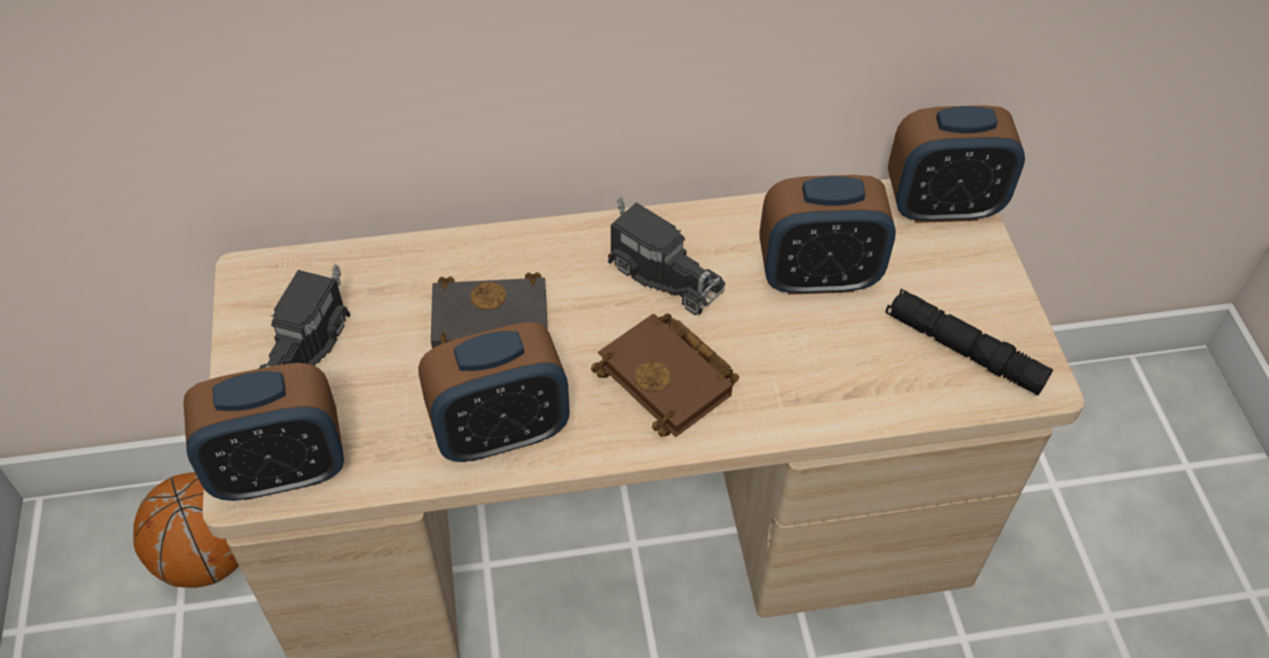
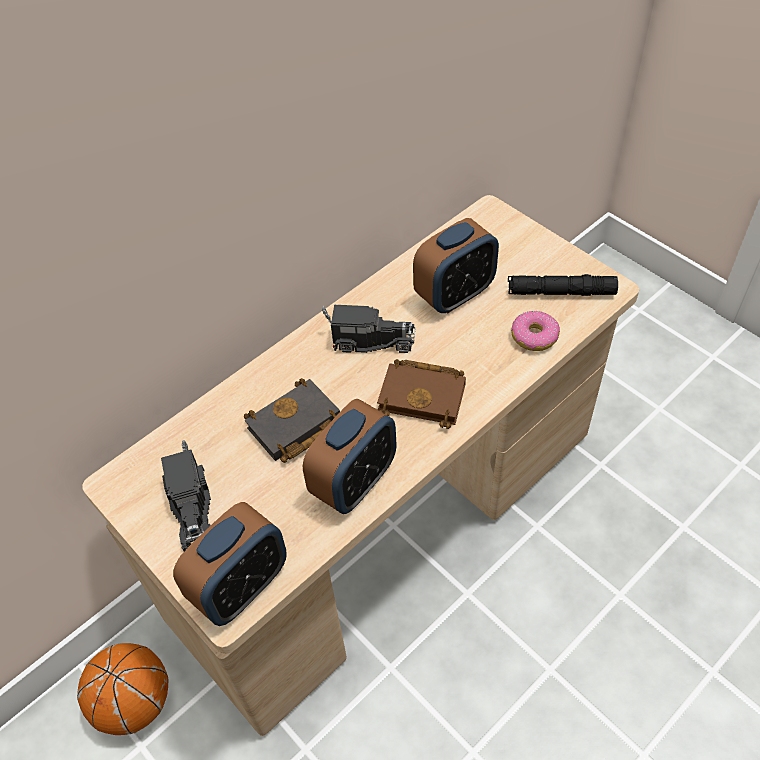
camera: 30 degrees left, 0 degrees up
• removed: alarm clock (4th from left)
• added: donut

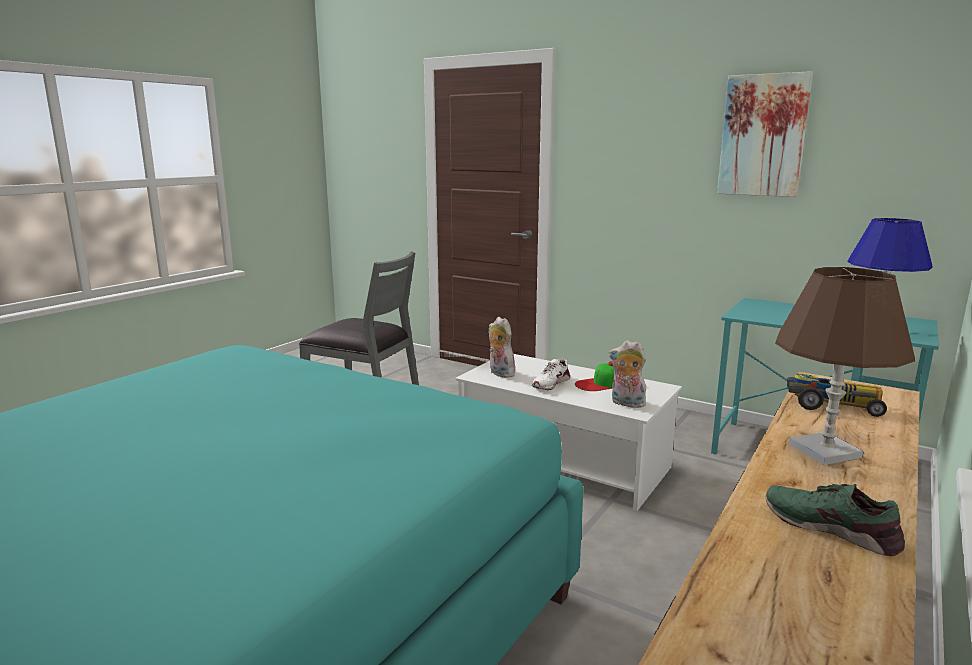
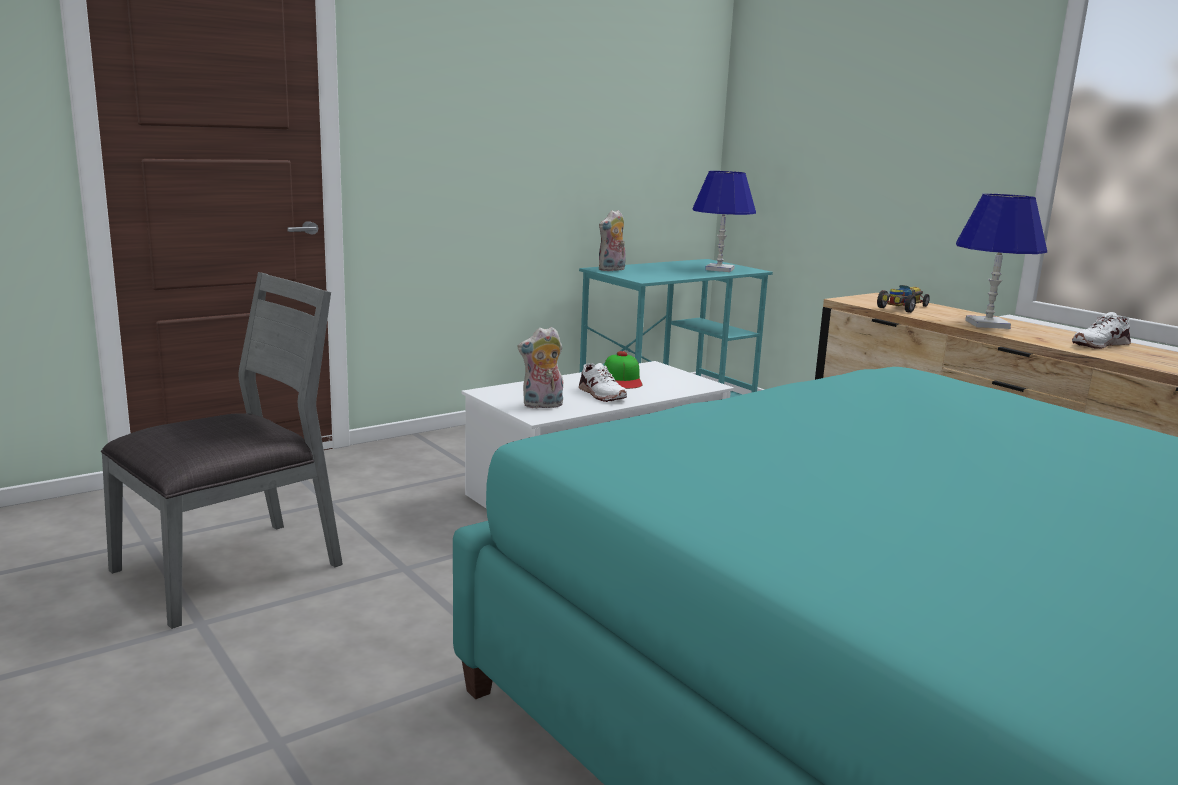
camera: 70 degrees left, 0 degrees up
• removed: picture
• recoloured: brown table lamp to blue table lamp (2nd from left)
• moved: plush toy (2nd from left)
• recoloured: green shoe to white shoe (2nd from left)

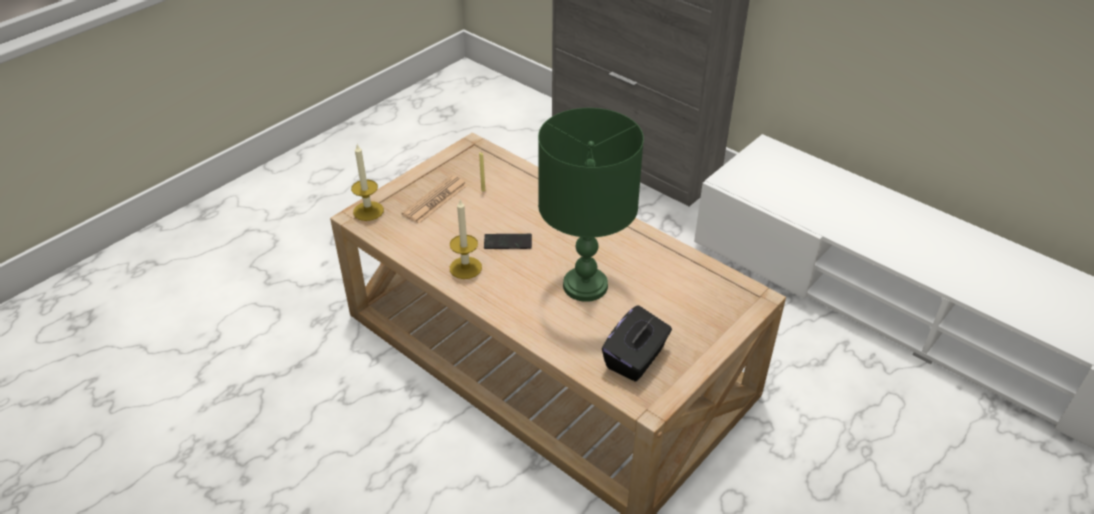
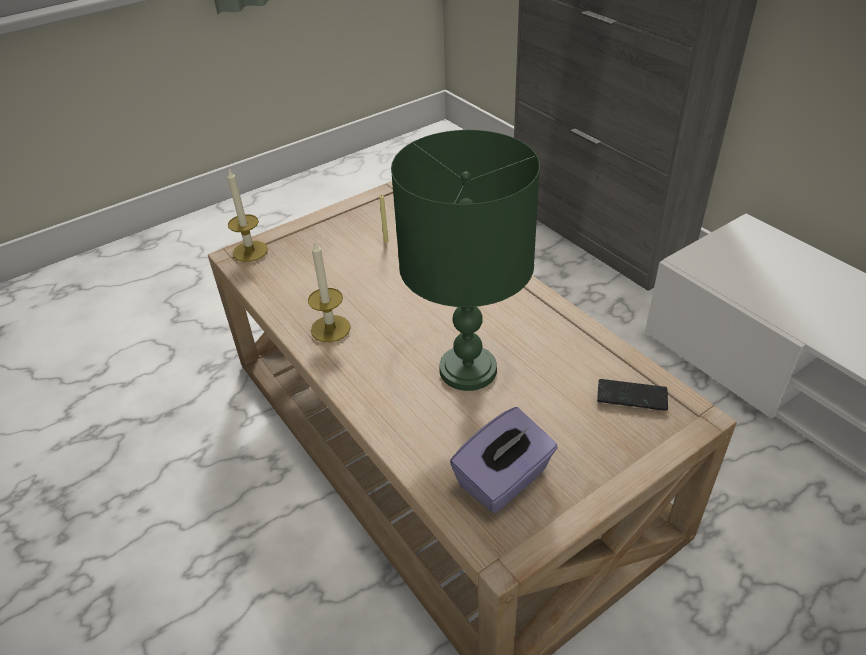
camera: 15 degrees right, 0 degrees up
• removed: newspaper
• moved: phone
• recoloured: black tissue box to purple tissue box

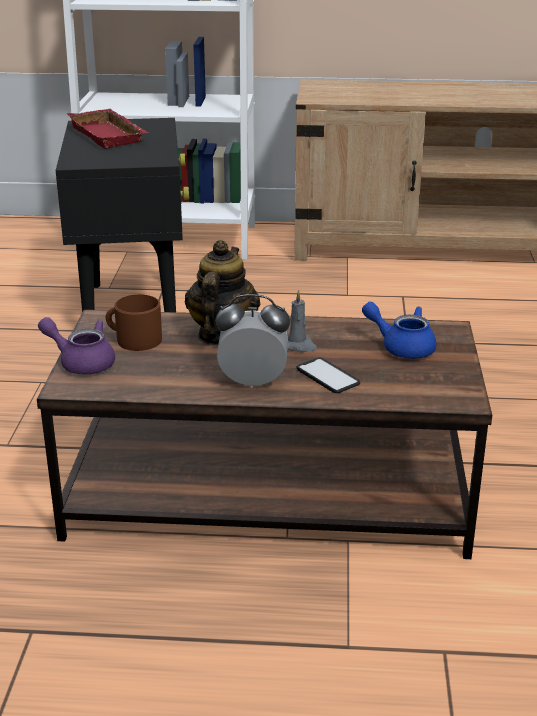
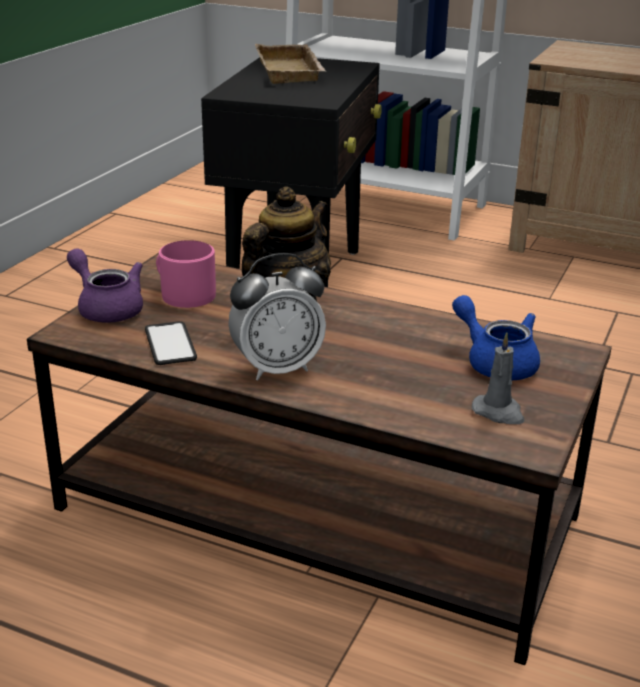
camera: 20 degrees right, 0 degrees up
• recoloured: red tray to beige tray
• moved: grey candle
• recoloured: brown mug to pink mug
• turned: alarm clock 135 degrees clockwise
• moved: phone

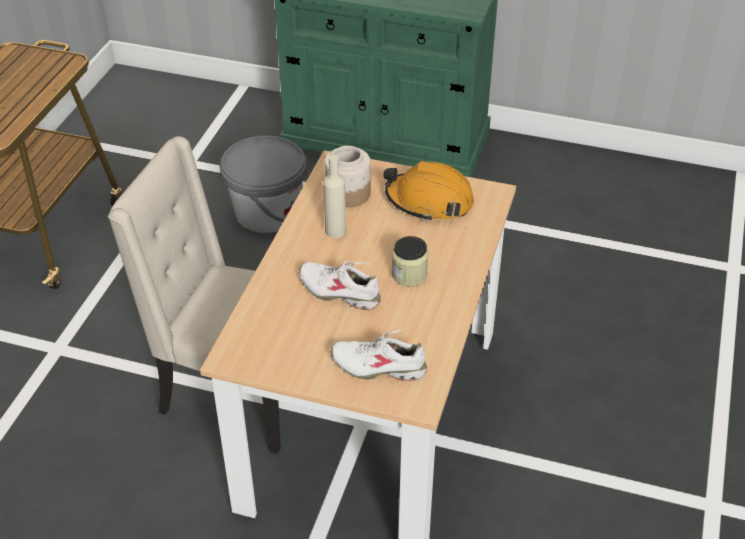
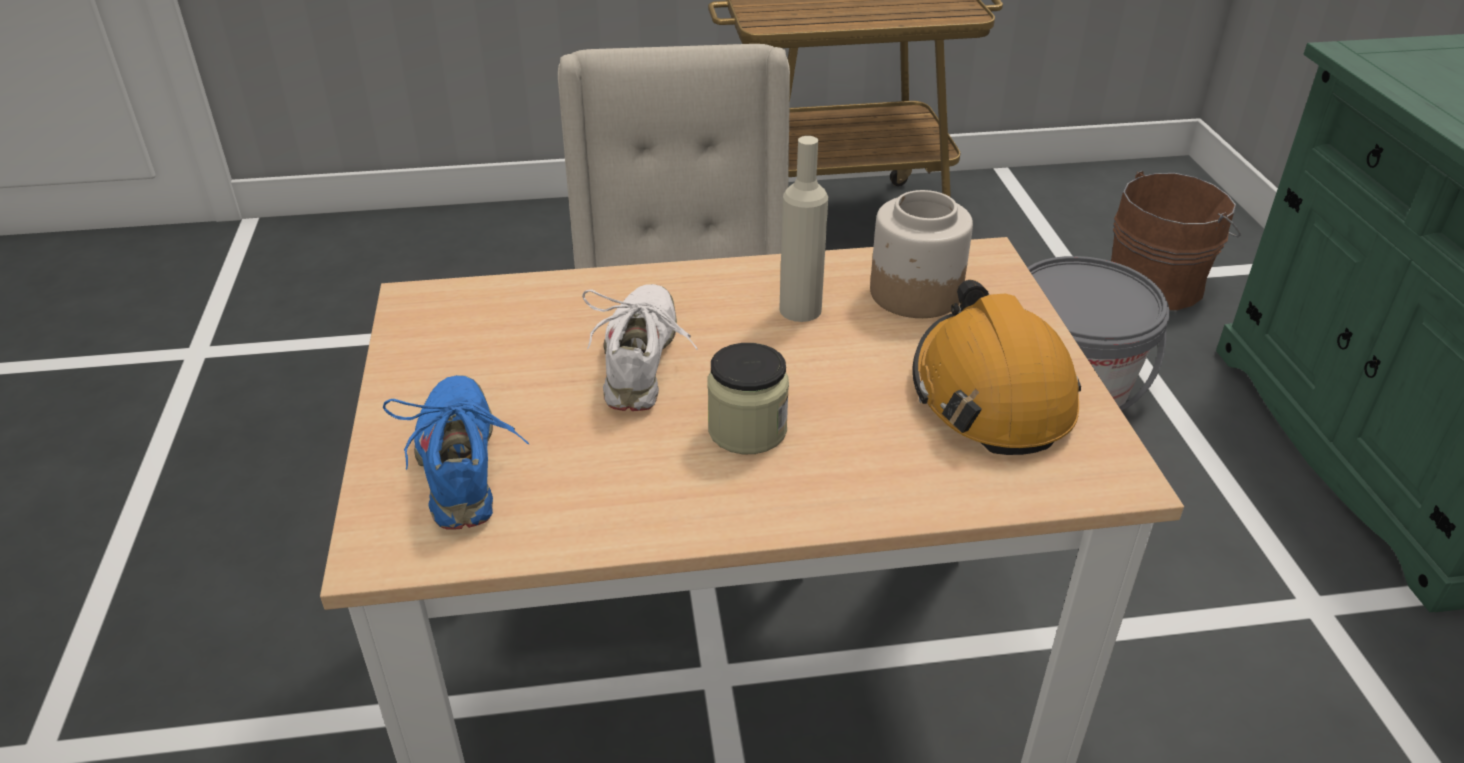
camera: 65 degrees right, 5 degrees down
• recoloured: white shoe (2nd from left) to blue shoe
• added: brown bucket

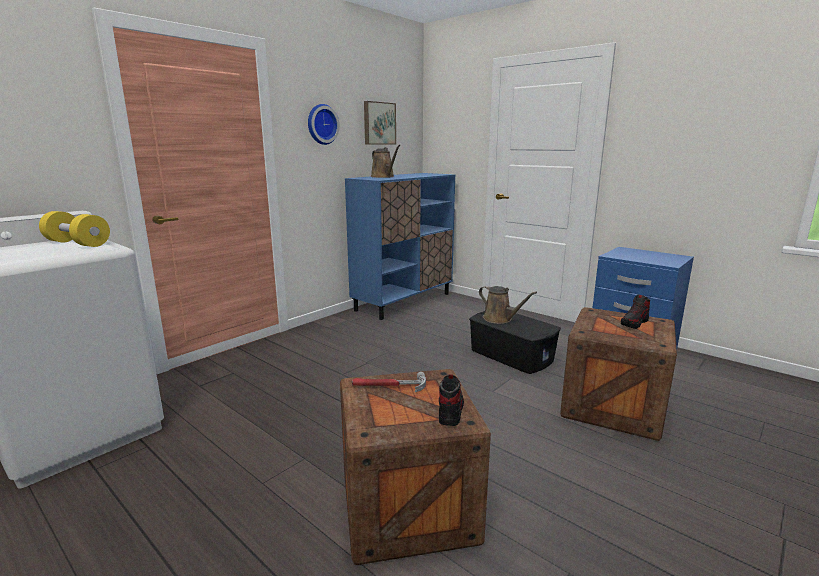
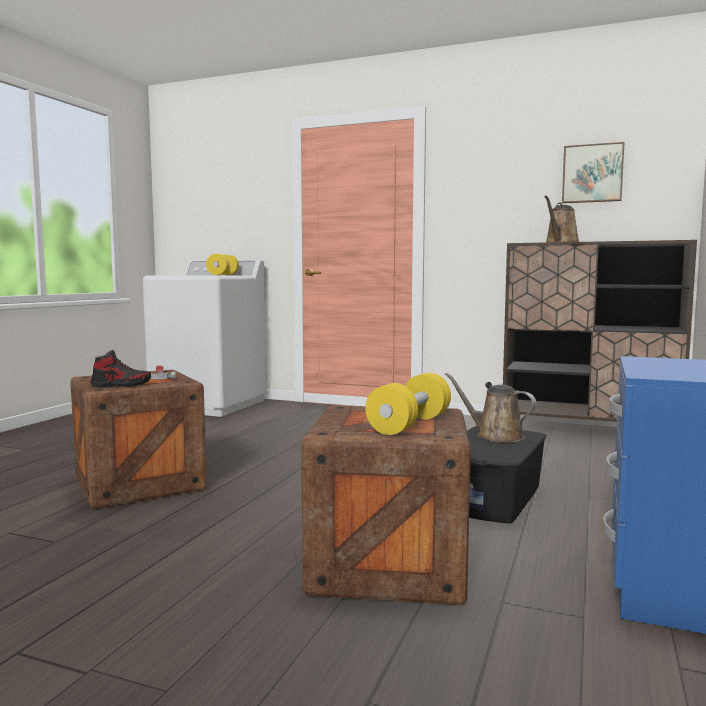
camera: 70 degrees right, 10 degrees down
• removed: wall clock
• recoloured: blue cabinet to brown cabinet
• turned: brown watering can (2nd from left in the first image) 105 degrees clockwise
• replaced: shoe (2nd from left) to yellow dumbbell (2nd from left)

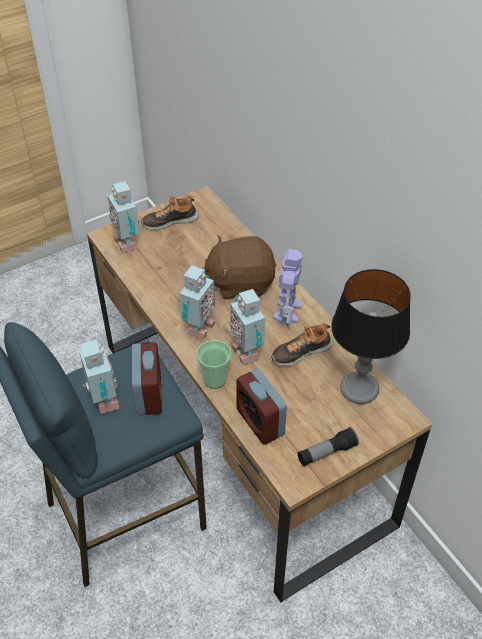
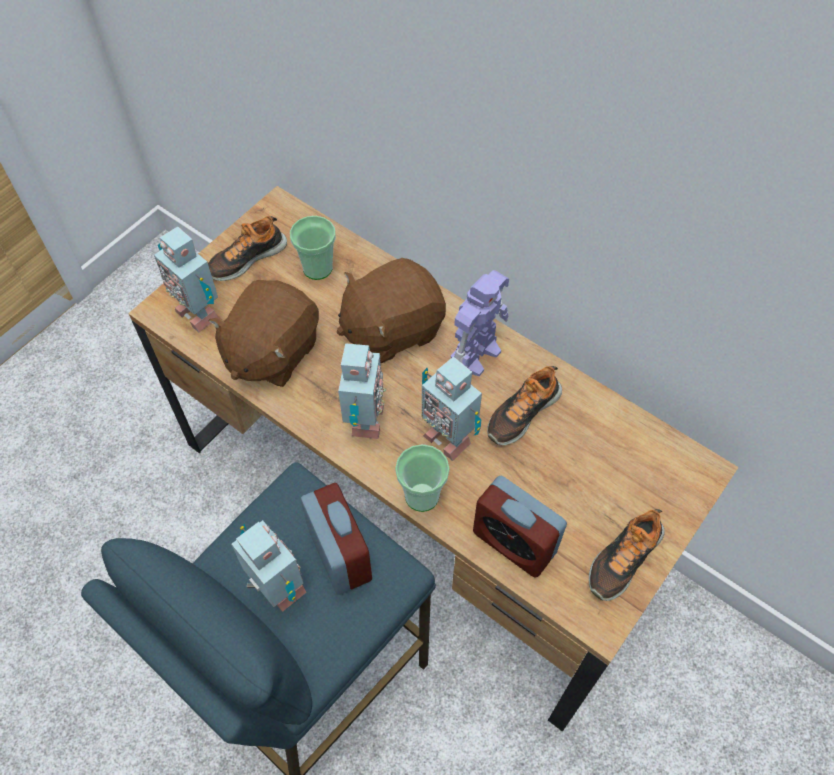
camera: 20 degrees left, 10 degrees up
• turned: toy robot (5th from left) 45 degrees clockwise
• removed: table lamp
• replaced: flashlight to shoe (3rd from left)
• added: cup (1st from left)
• added: brown plush toy (1st from left)

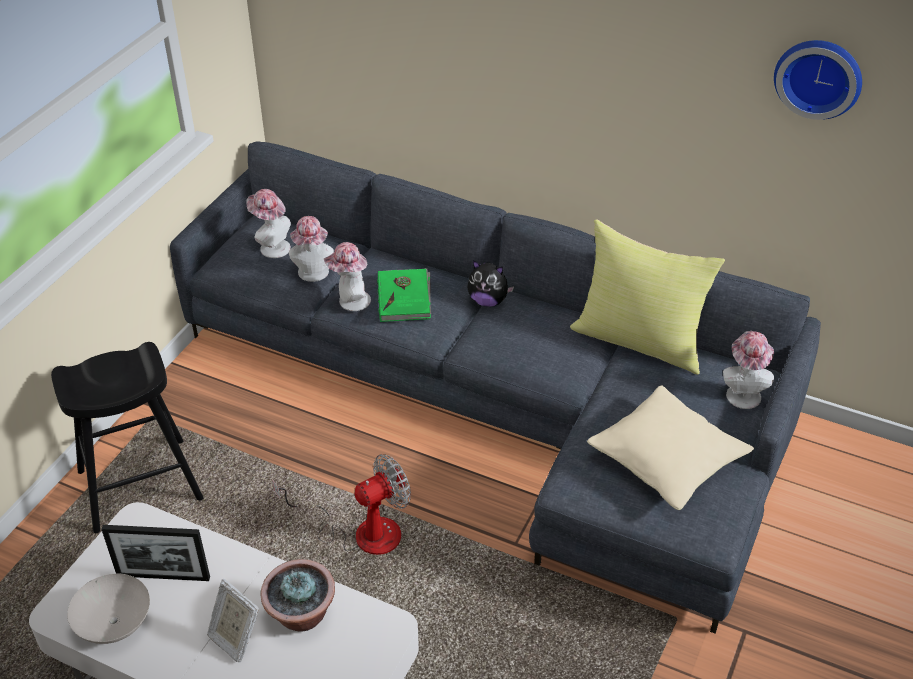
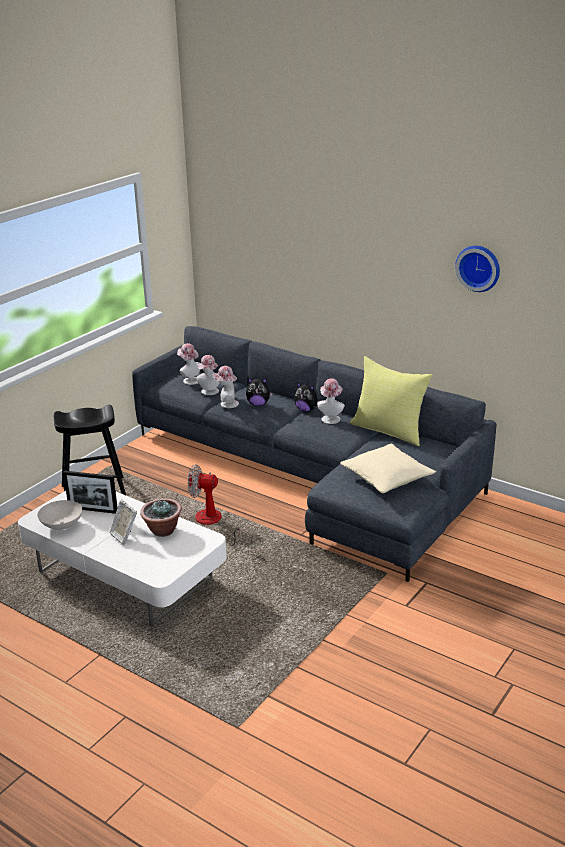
camera: 10 degrees right, 15 degrees down
• replaced: green book to plush toy (1st from left)
• moved: hat (4th from left)
• turned: fan 150 degrees counterclockwise

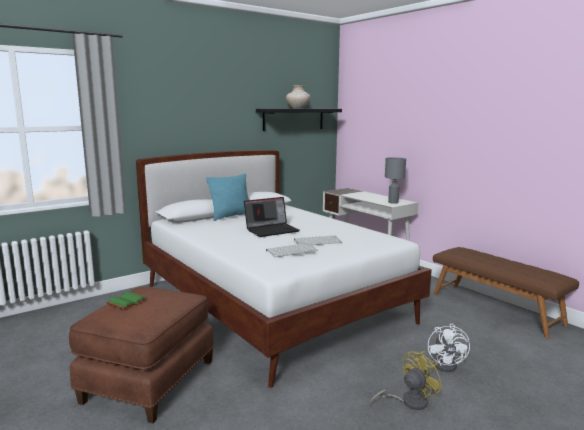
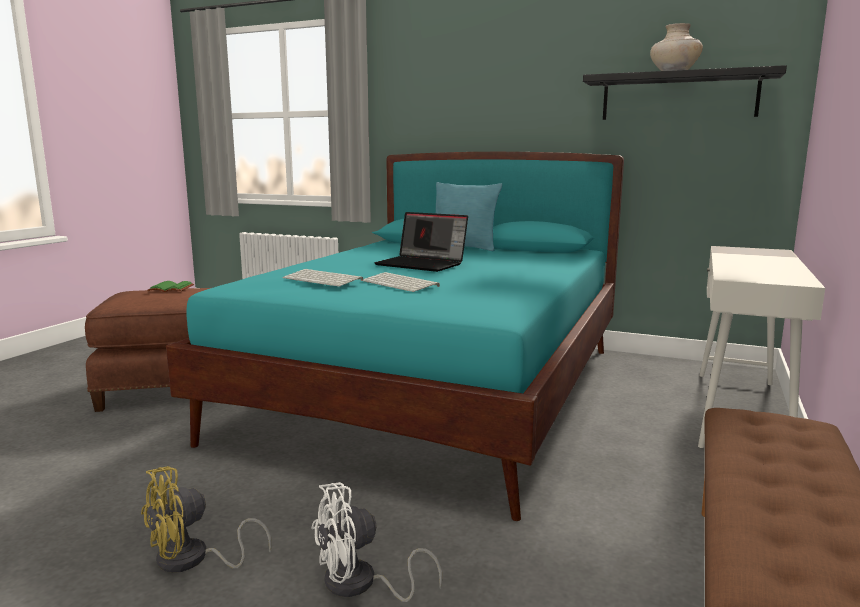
camera: 60 degrees right, 0 degrees up
• recoloured: white bed to turquoise bed
• removed: grey table lamp
• turned: yellow fan 120 degrees clockwise

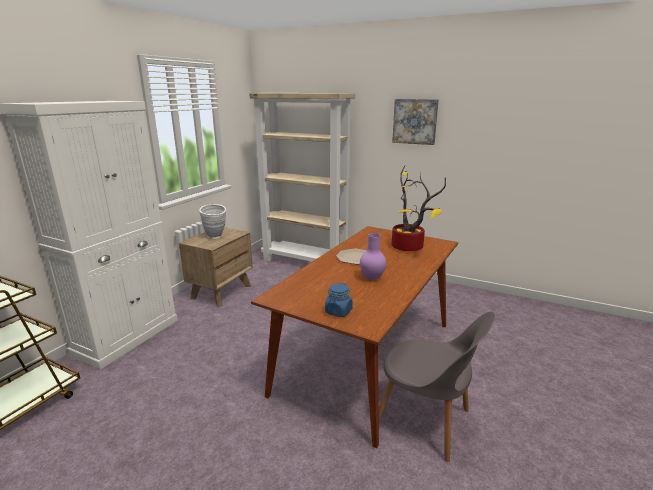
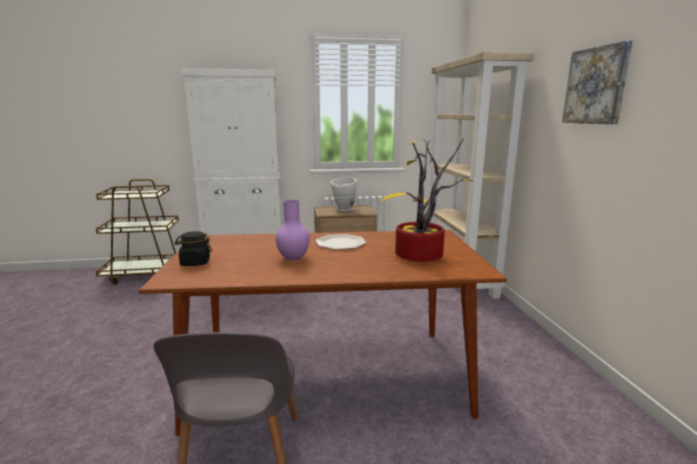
camera: 55 degrees right, 5 degrees down
• recoloured: blue jar to black jar

